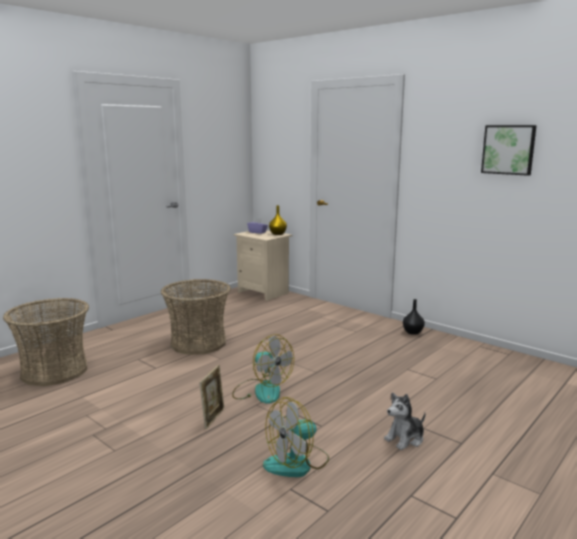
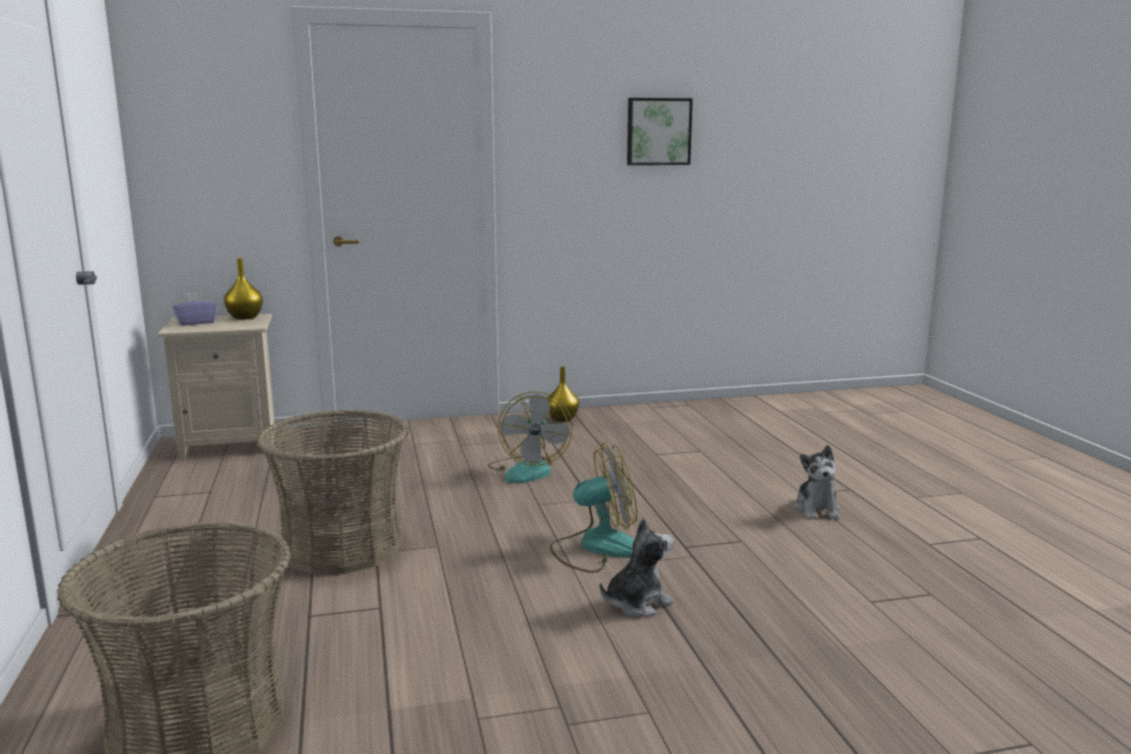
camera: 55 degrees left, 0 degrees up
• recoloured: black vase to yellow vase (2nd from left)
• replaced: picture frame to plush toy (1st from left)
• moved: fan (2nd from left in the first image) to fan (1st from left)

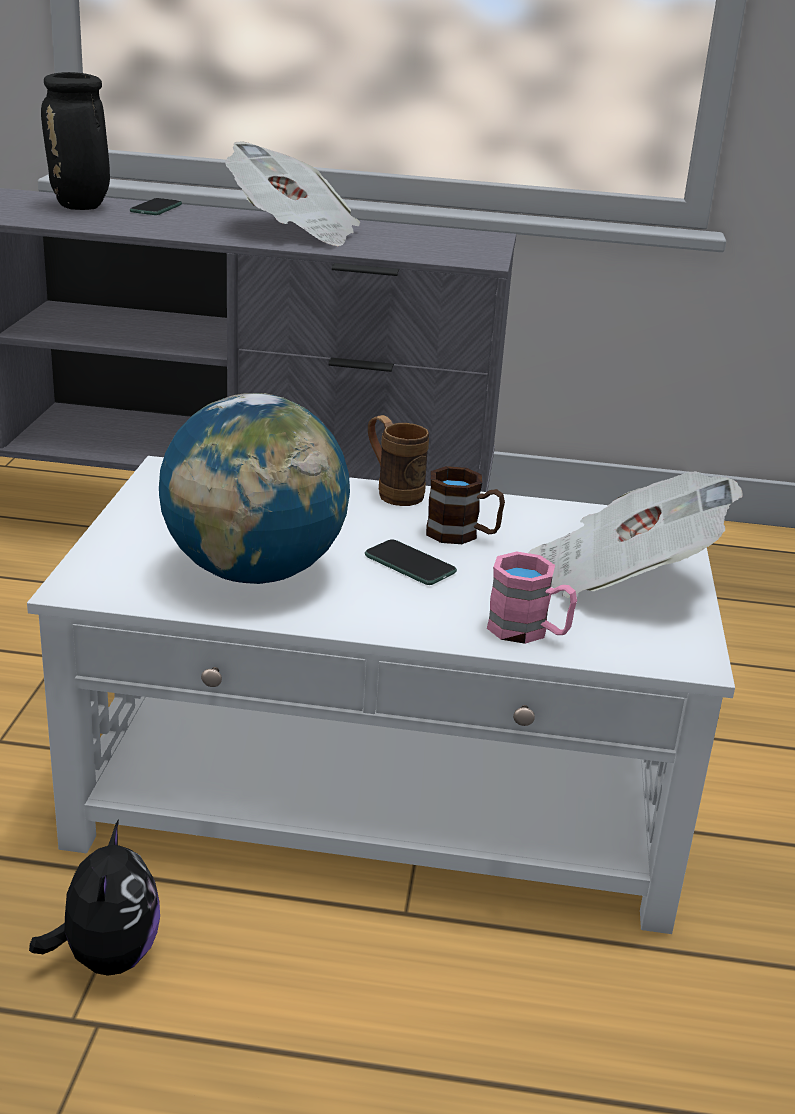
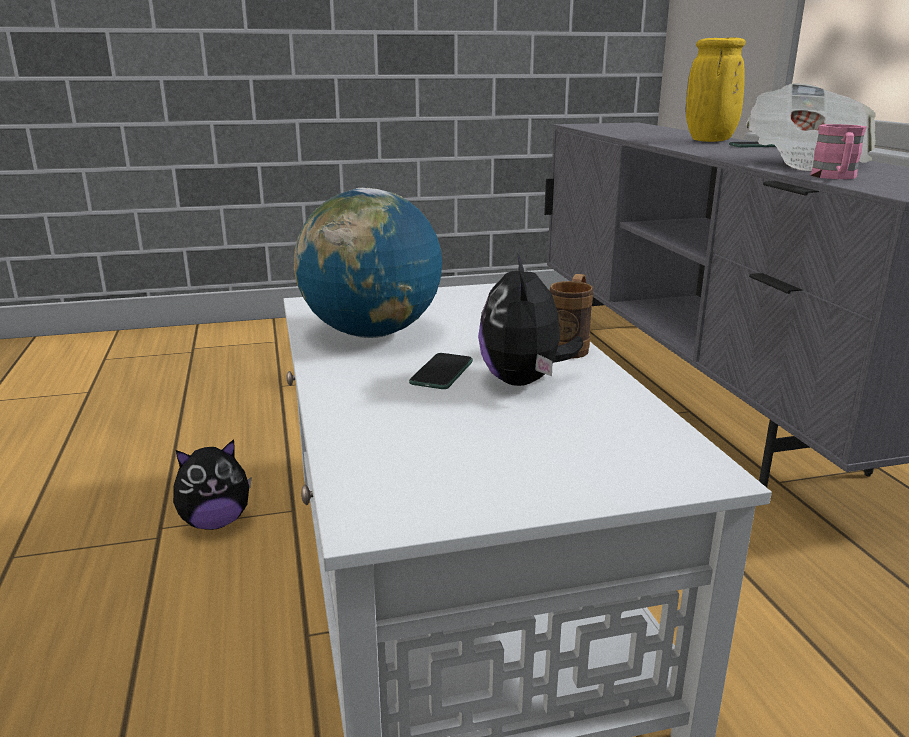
camera: 70 degrees right, 5 degrees down
• recoloured: black vase to yellow vase
• replaced: brown mug (2nd from left) to plush toy (2nd from left)
• removed: newspaper (2nd from left)
• moved: pink mug

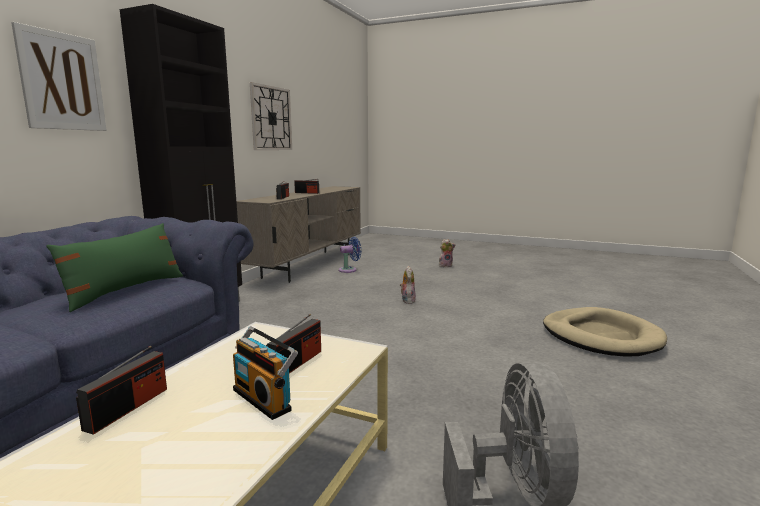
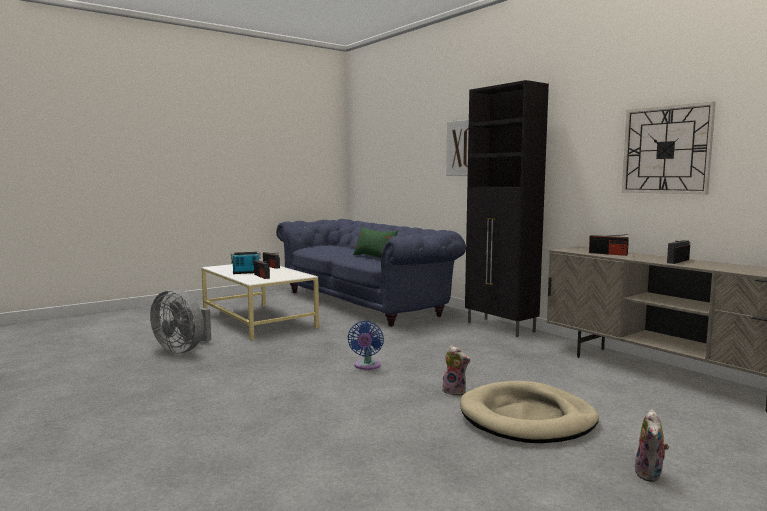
camera: 120 degrees right, 5 degrees down
• moved: blue fan
• moved: beige dog bed

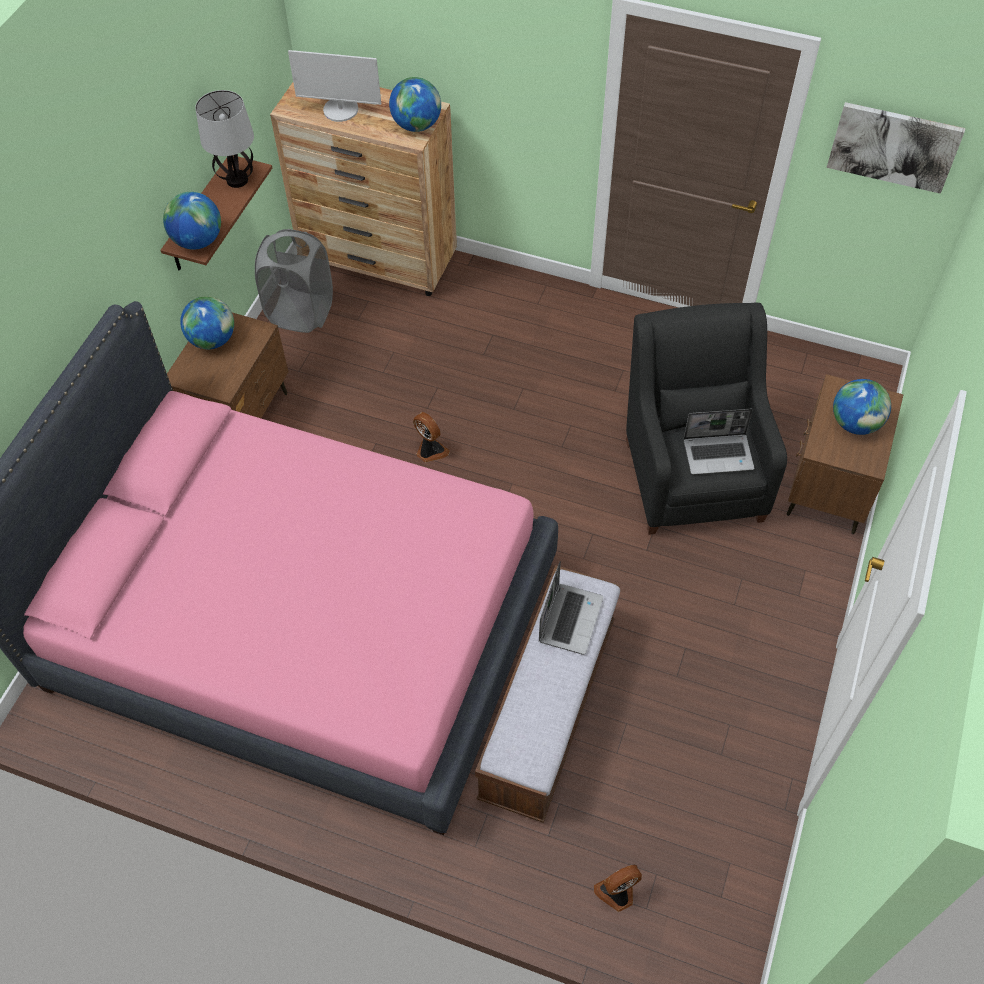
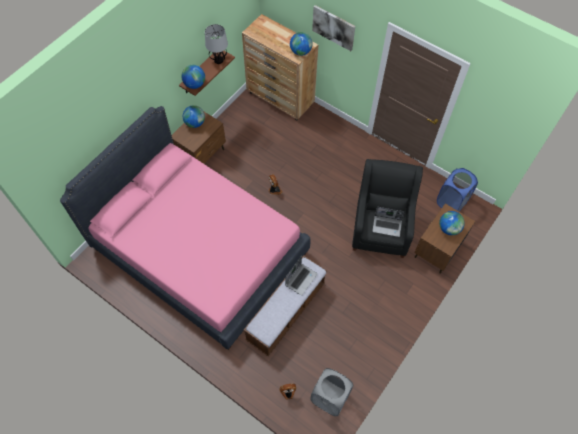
camera: 15 degrees right, 5 degrees up
• removed: monitor
• moved: picture
• moved: grey laundry basket
• added: blue laundry basket

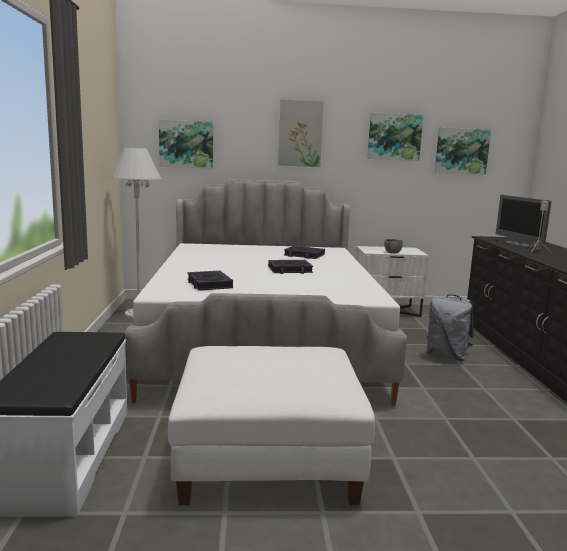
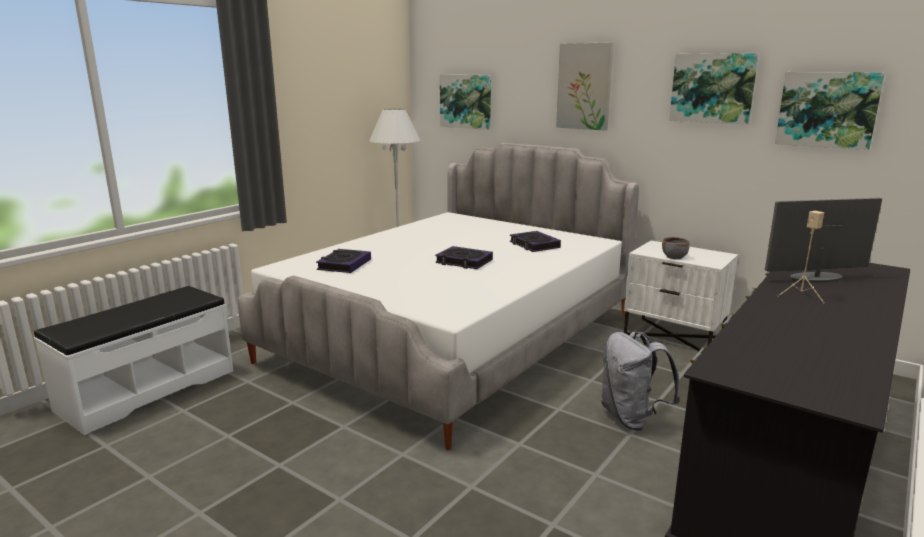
camera: 40 degrees right, 5 degrees up
• turned: monitor 60 degrees clockwise
• removed: white ottoman

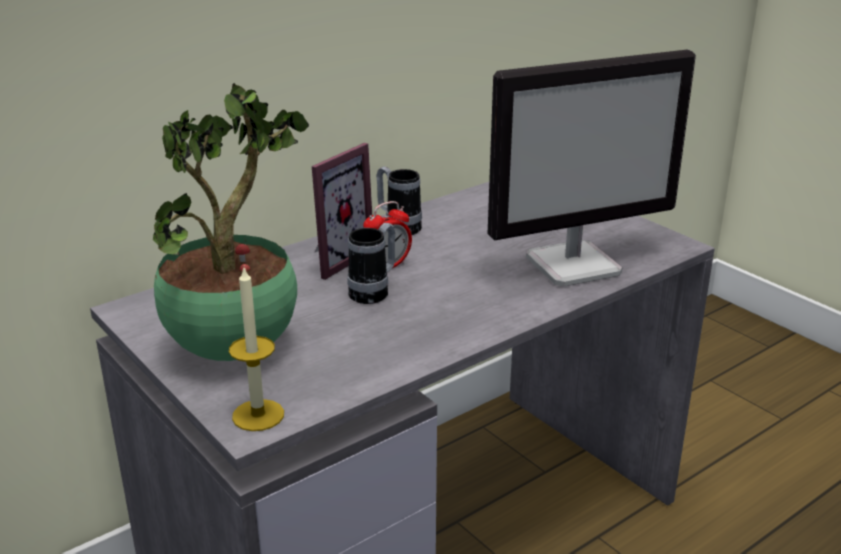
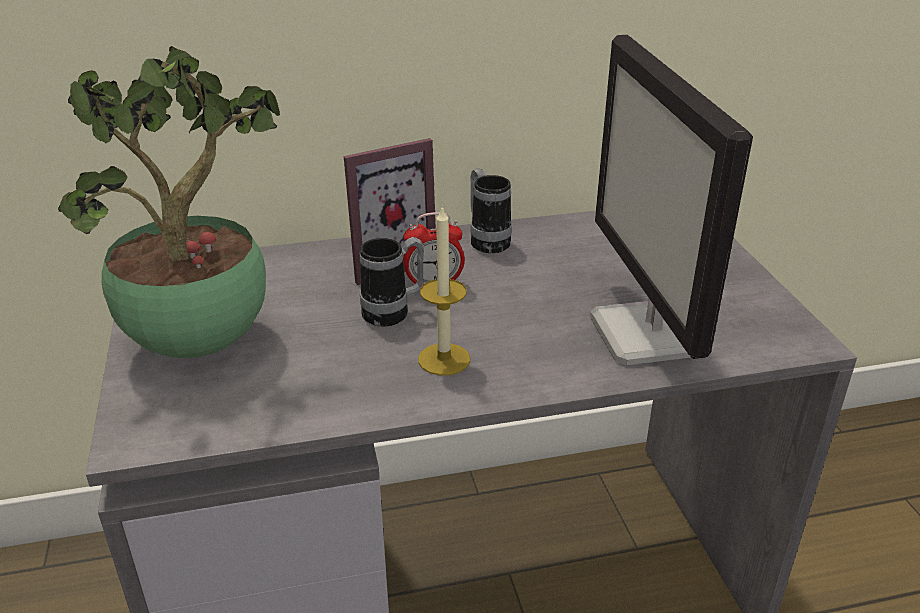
camera: 25 degrees right, 5 degrees up
• turned: monitor 75 degrees clockwise
• moved: candle

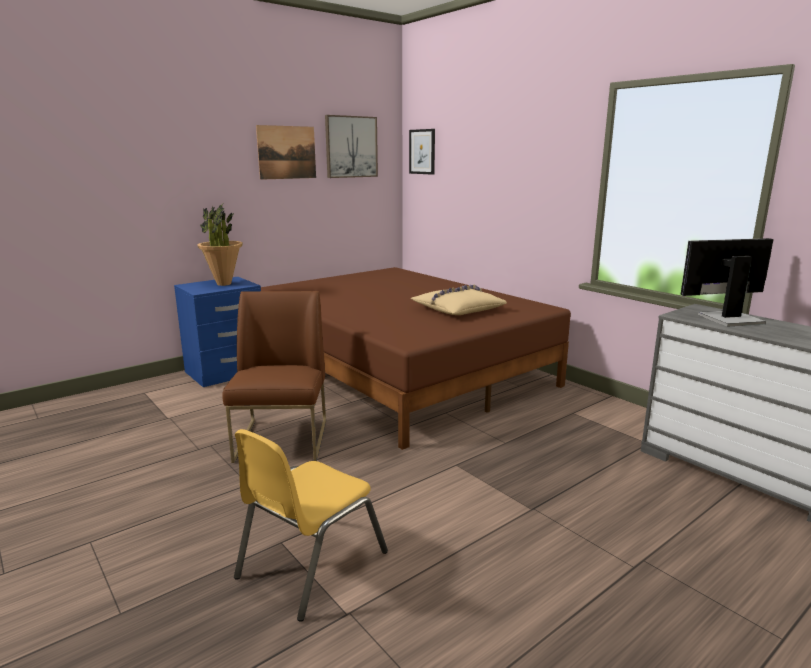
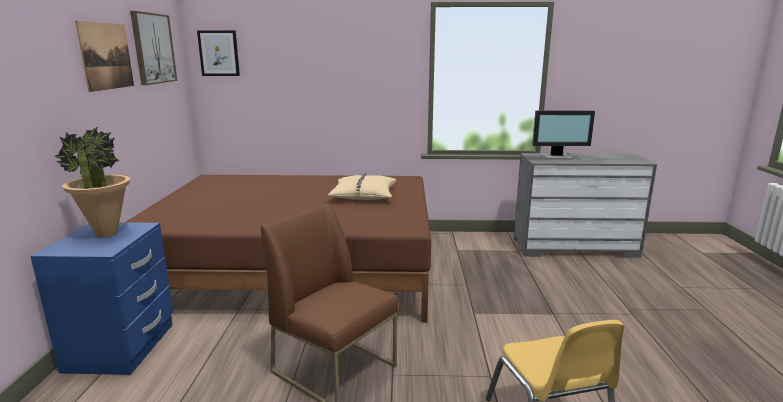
camera: 50 degrees left, 0 degrees up
• turned: monitor 120 degrees counterclockwise

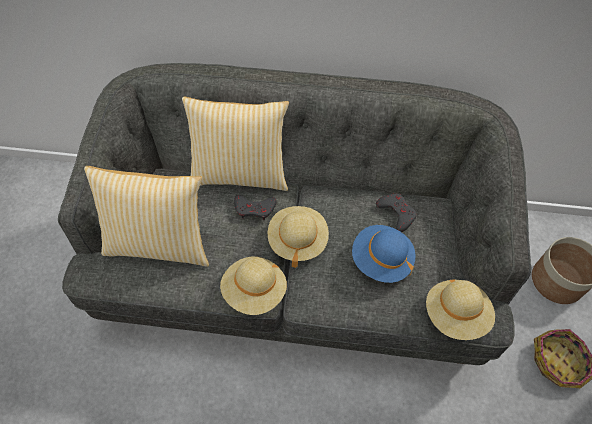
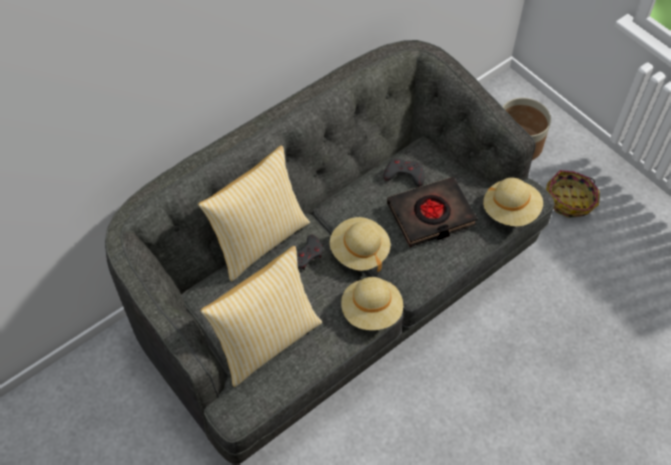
camera: 45 degrees left, 0 degrees up
• replaced: blue hat to black book

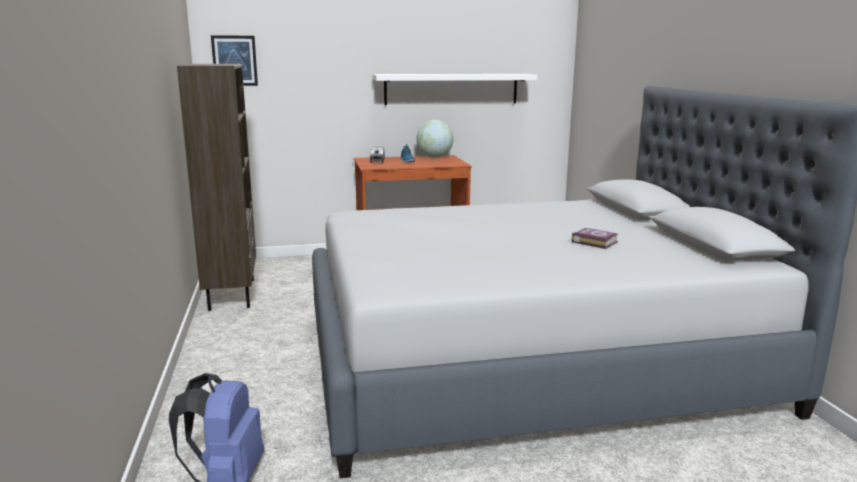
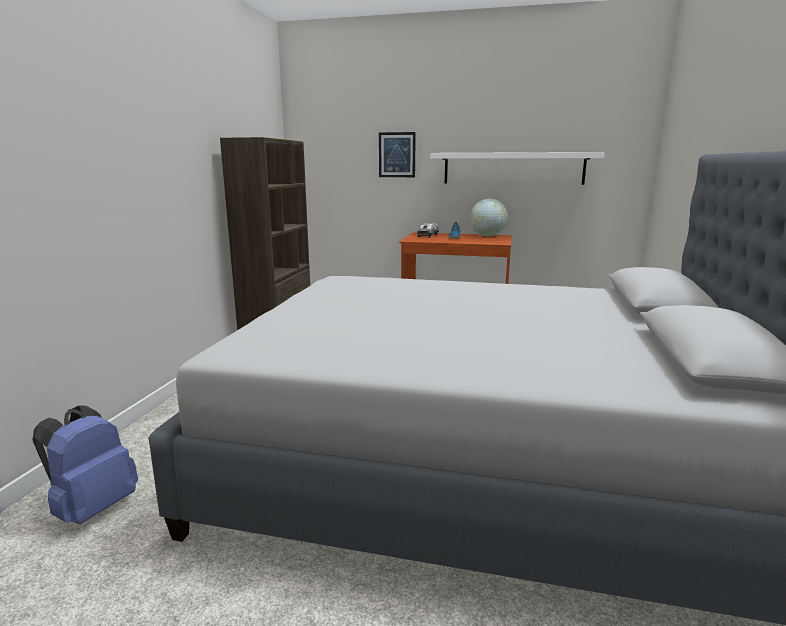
camera: 25 degrees right, 0 degrees up
• moved: picture
• removed: book

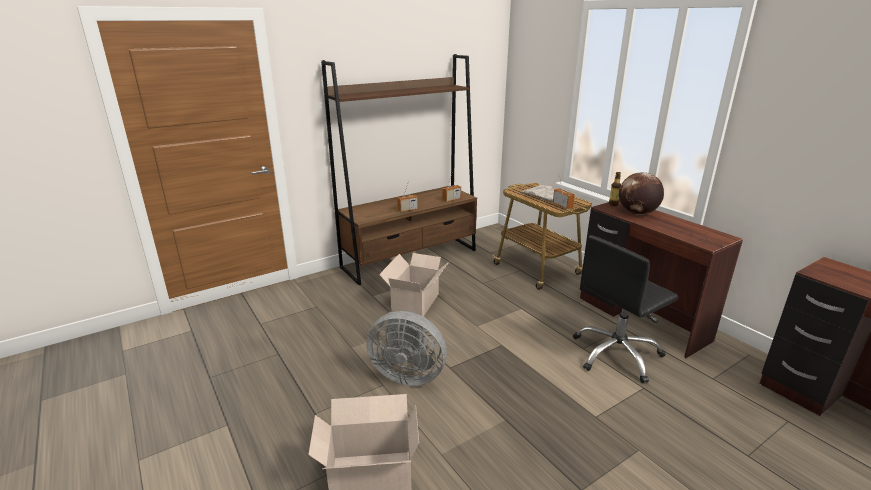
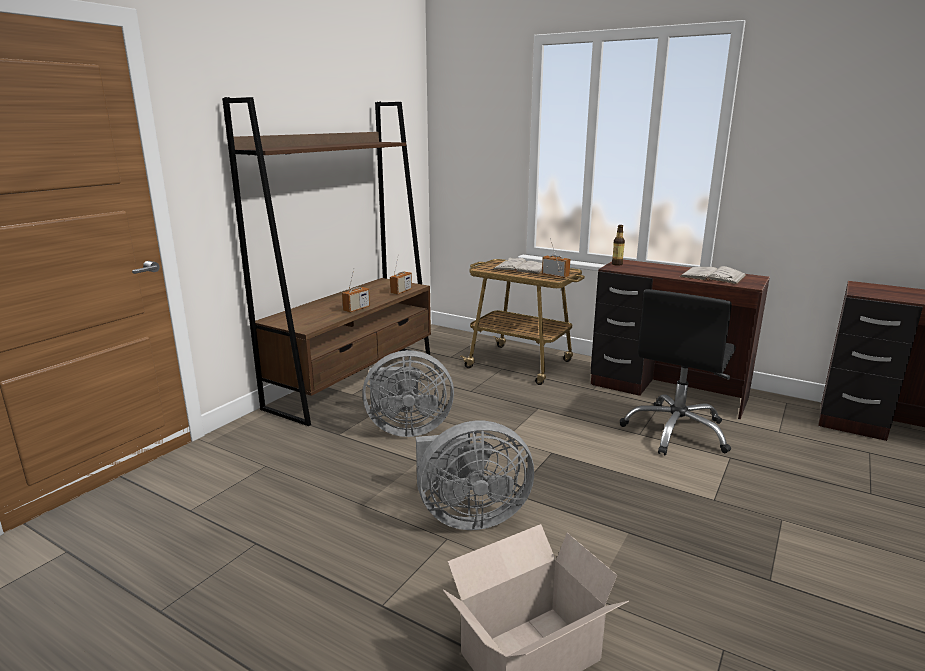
camera: 25 degrees left, 5 degrees down
• removed: globe
• replaced: cardboard box (2nd from left) to grey fan (1st from left)
• added: white book (2nd from left)

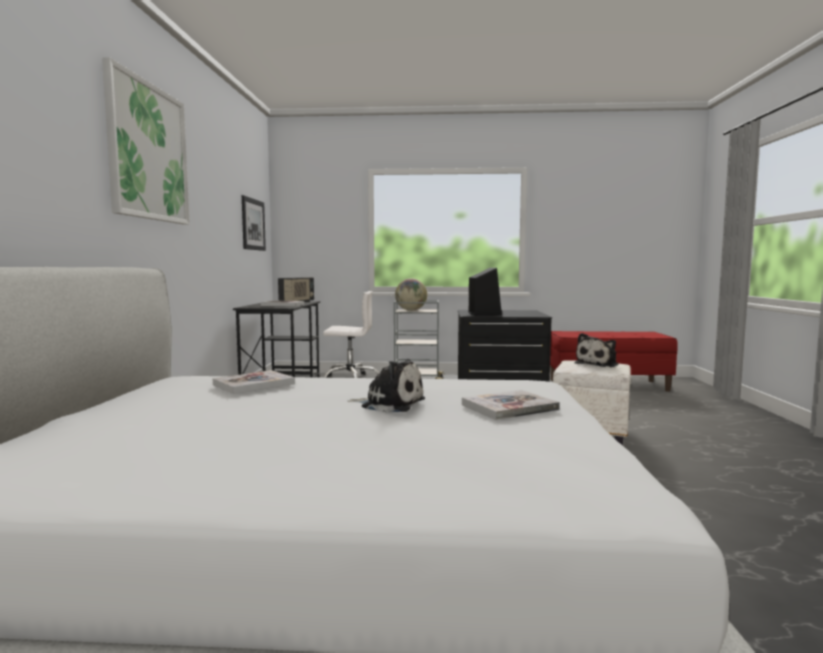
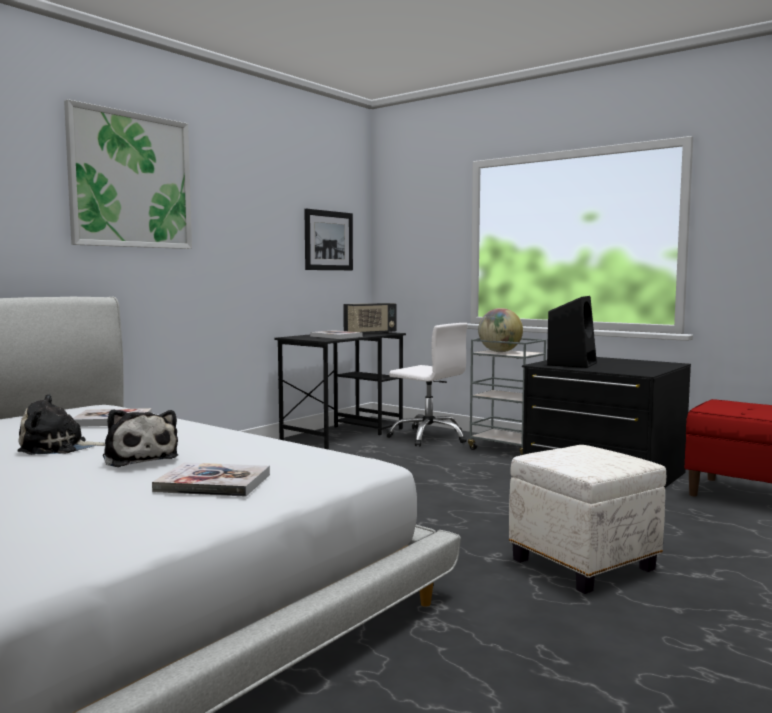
camera: 35 degrees right, 0 degrees up
• moved: plush toy (2nd from left in the first image) to plush toy (1st from left)

